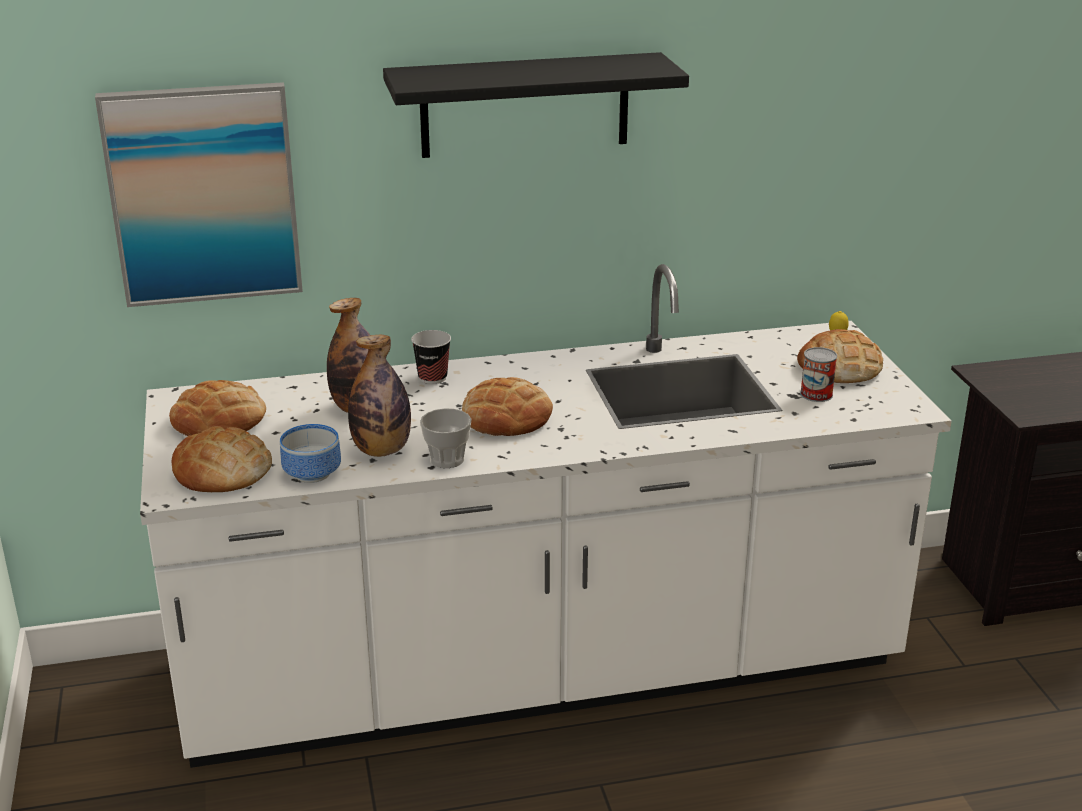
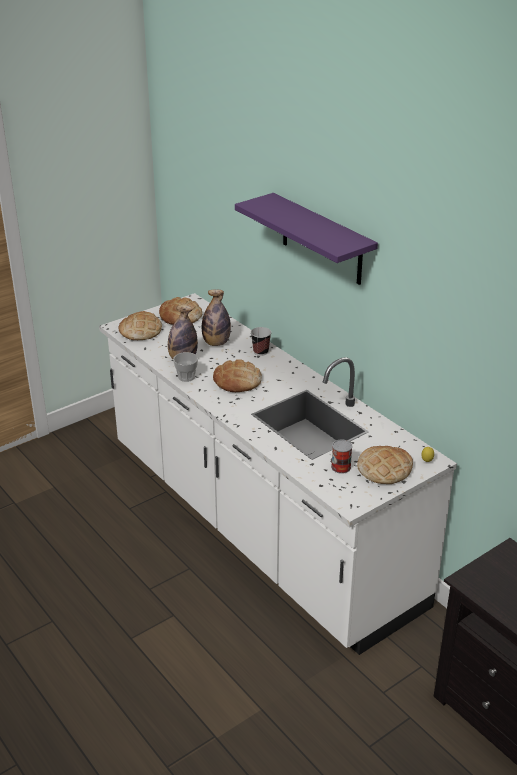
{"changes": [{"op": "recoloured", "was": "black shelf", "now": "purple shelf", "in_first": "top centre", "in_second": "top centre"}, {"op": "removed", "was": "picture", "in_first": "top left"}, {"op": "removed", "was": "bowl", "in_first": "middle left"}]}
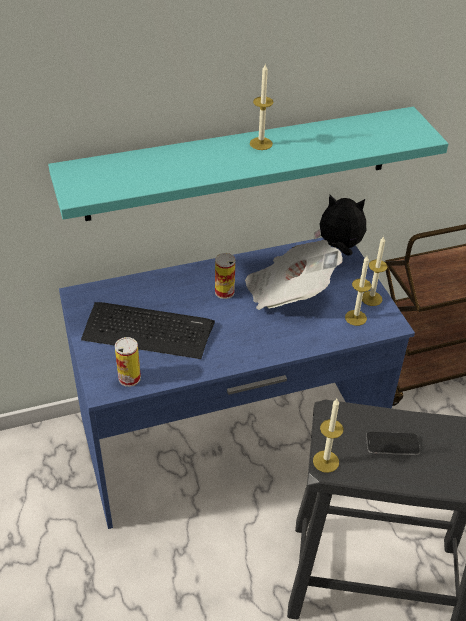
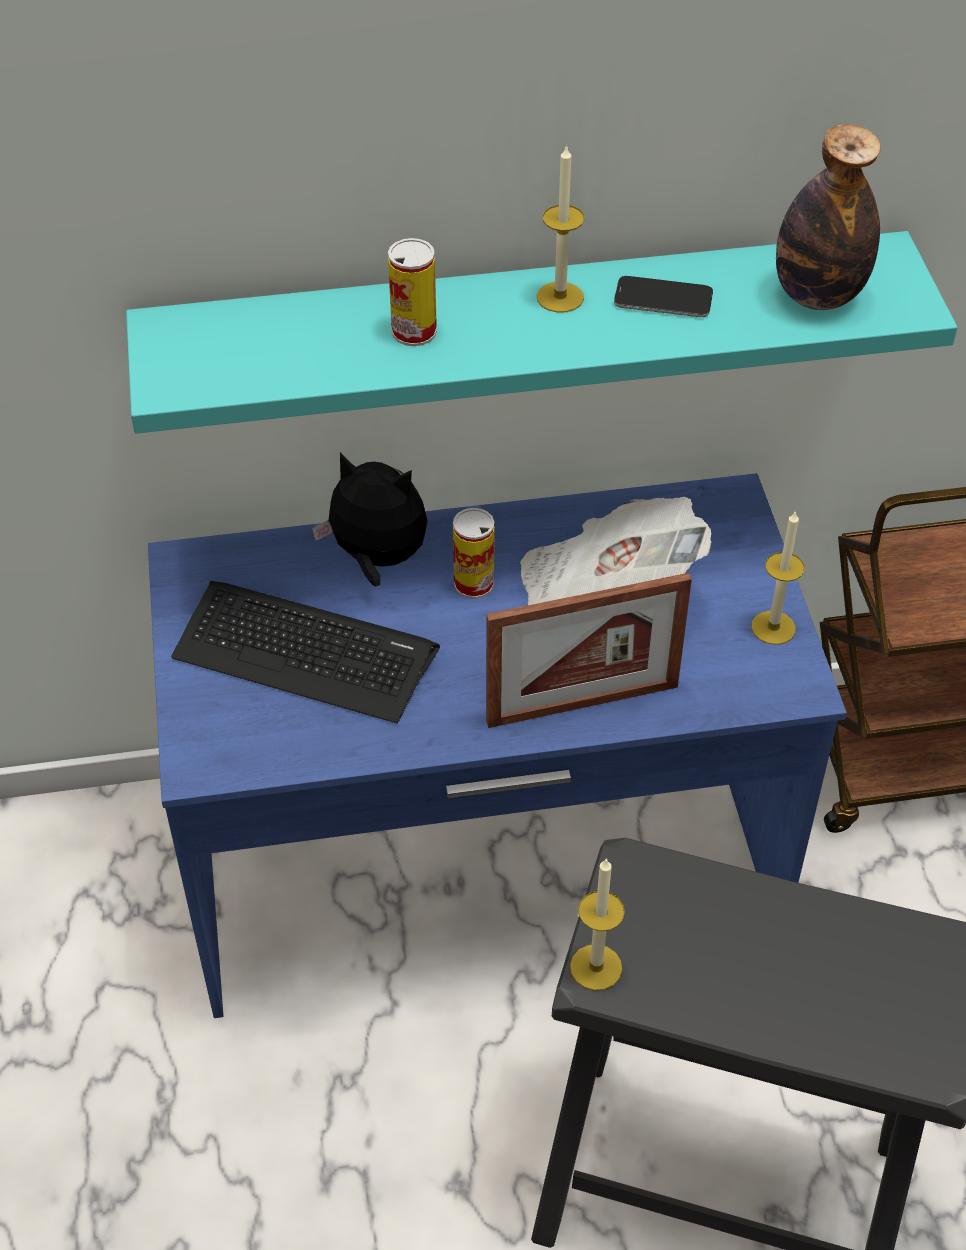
{"changes": [{"op": "moved", "was": "plush toy", "in_first": "middle right", "in_second": "centre"}, {"op": "moved", "was": "can (1st from left)", "in_first": "middle left", "in_second": "top centre"}, {"op": "added", "now": "picture frame", "in_second": "centre"}, {"op": "moved", "was": "phone", "in_first": "bottom right", "in_second": "top right"}, {"op": "added", "now": "bottle", "in_second": "top right"}, {"op": "removed", "was": "candle (3rd from left)", "in_first": "middle right"}]}
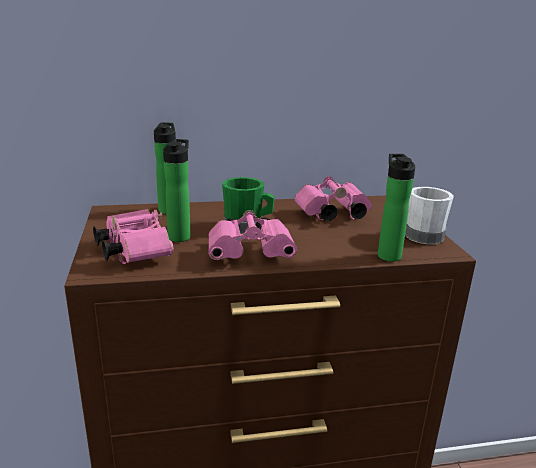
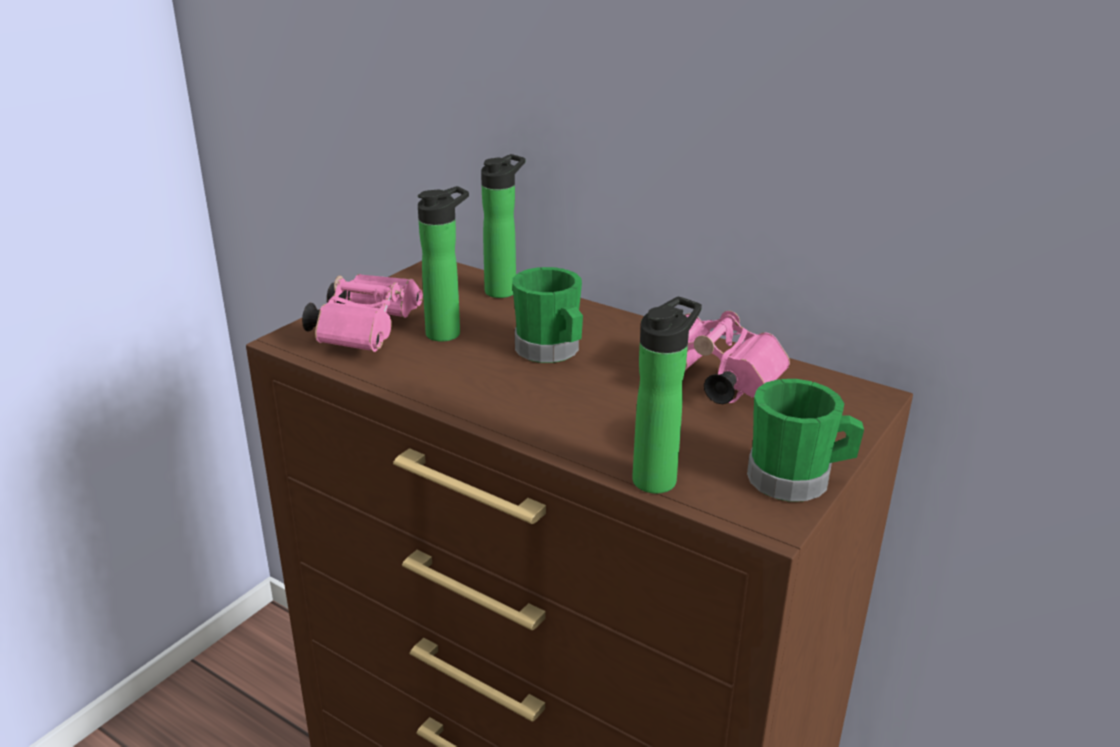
{"changes": [{"op": "recoloured", "was": "white mug", "now": "green mug (2nd from left)", "in_first": "middle right", "in_second": "middle right"}, {"op": "removed", "was": "pink binoculars (2nd from left)", "in_first": "centre"}]}
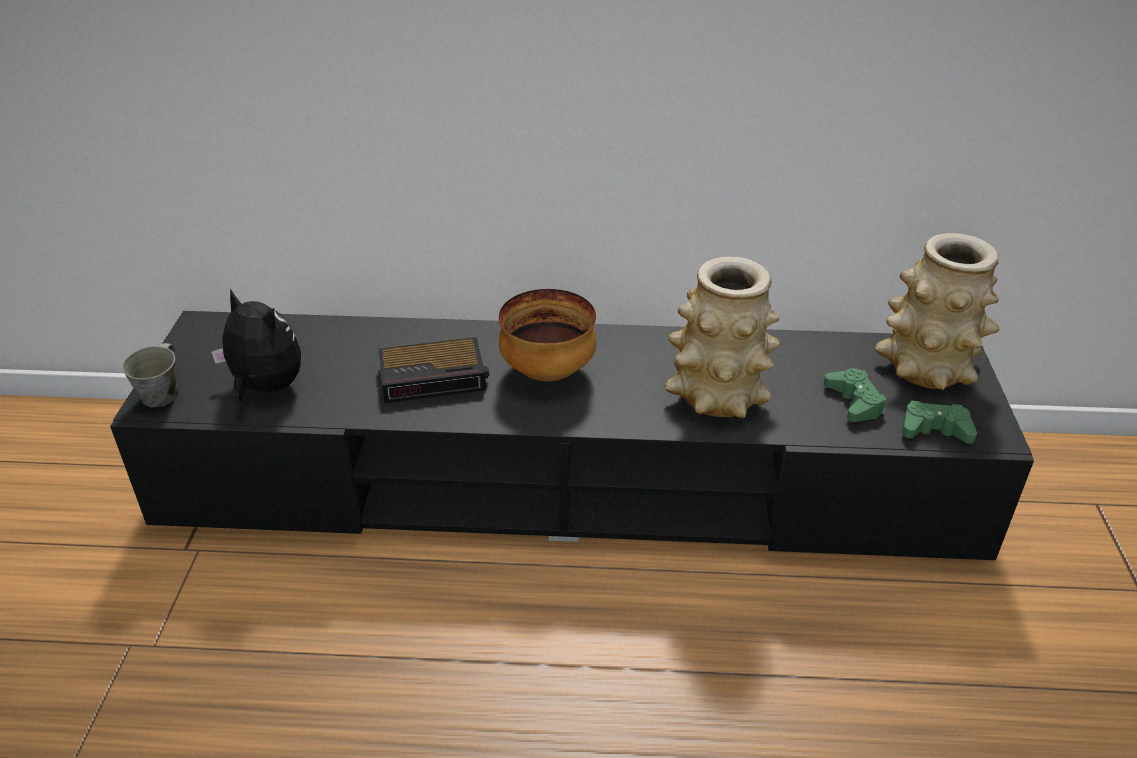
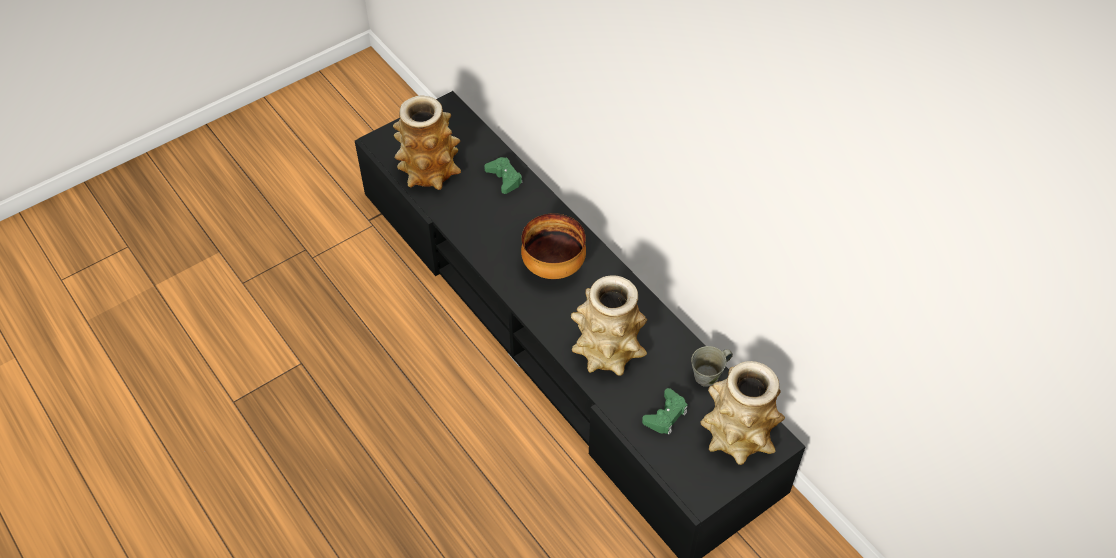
{"changes": [{"op": "replaced", "was": "plush toy", "now": "vase (1st from left)", "in_first": "middle left", "in_second": "top centre"}, {"op": "moved", "was": "green game controller (2nd from left in the first image)", "now": "green game controller (1st from left)", "in_first": "middle right", "in_second": "top centre"}, {"op": "moved", "was": "grey mug", "in_first": "middle left", "in_second": "centre"}, {"op": "removed", "was": "alarm clock", "in_first": "centre"}]}
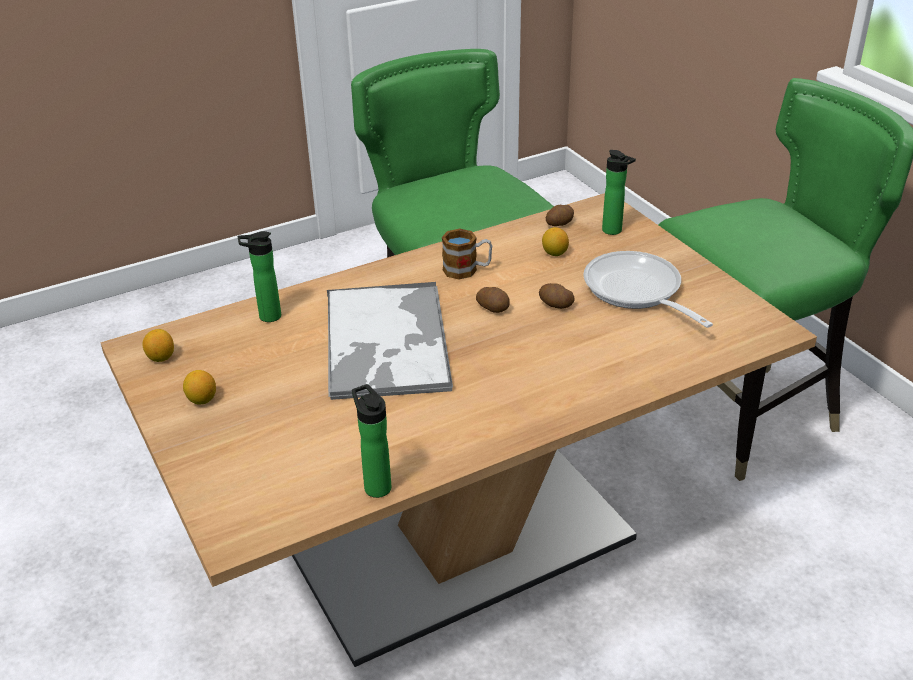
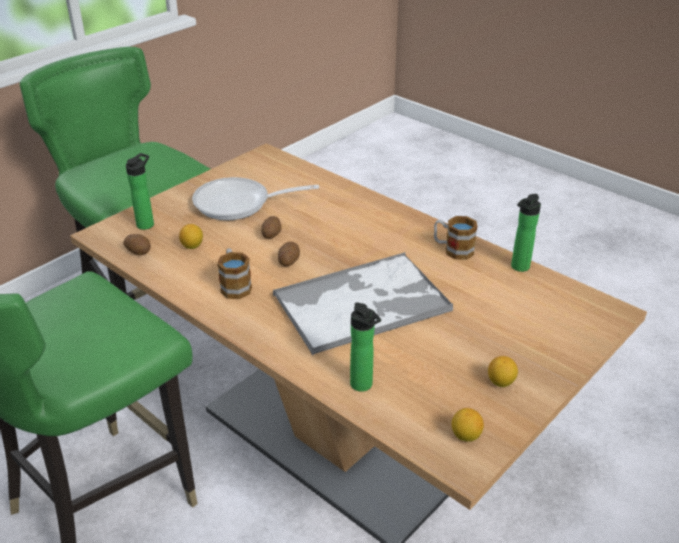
{"changes": [{"op": "turned", "was": "frying pan", "in_first": "middle right", "in_second": "centre", "clockwise": 45}, {"op": "added", "now": "mug (2nd from left)", "in_second": "middle right"}]}
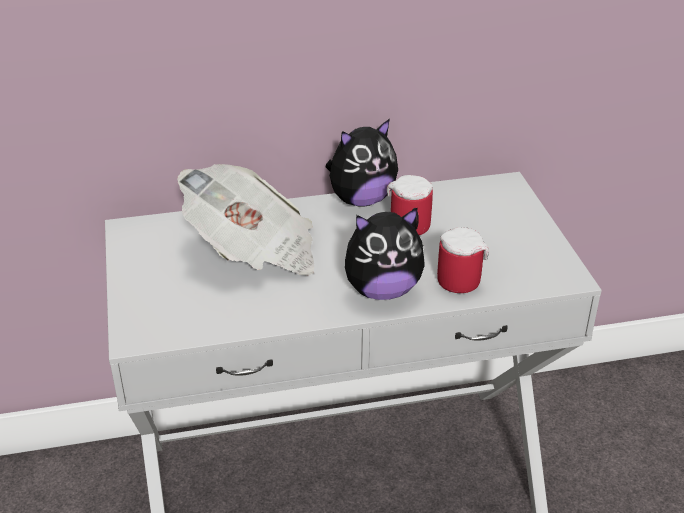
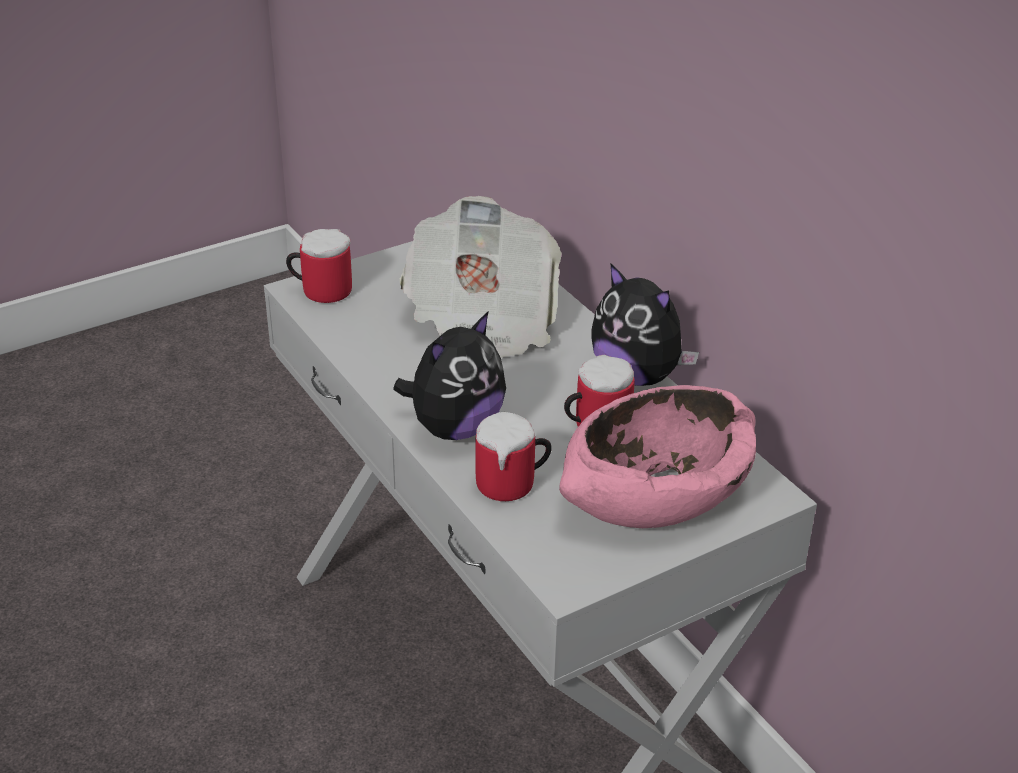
{"changes": [{"op": "added", "now": "mug (1st from left)", "in_second": "middle left"}, {"op": "turned", "was": "plush toy (2nd from left in the first image)", "in_first": "centre", "in_second": "centre", "clockwise": -105}, {"op": "added", "now": "pink bowl", "in_second": "centre"}]}
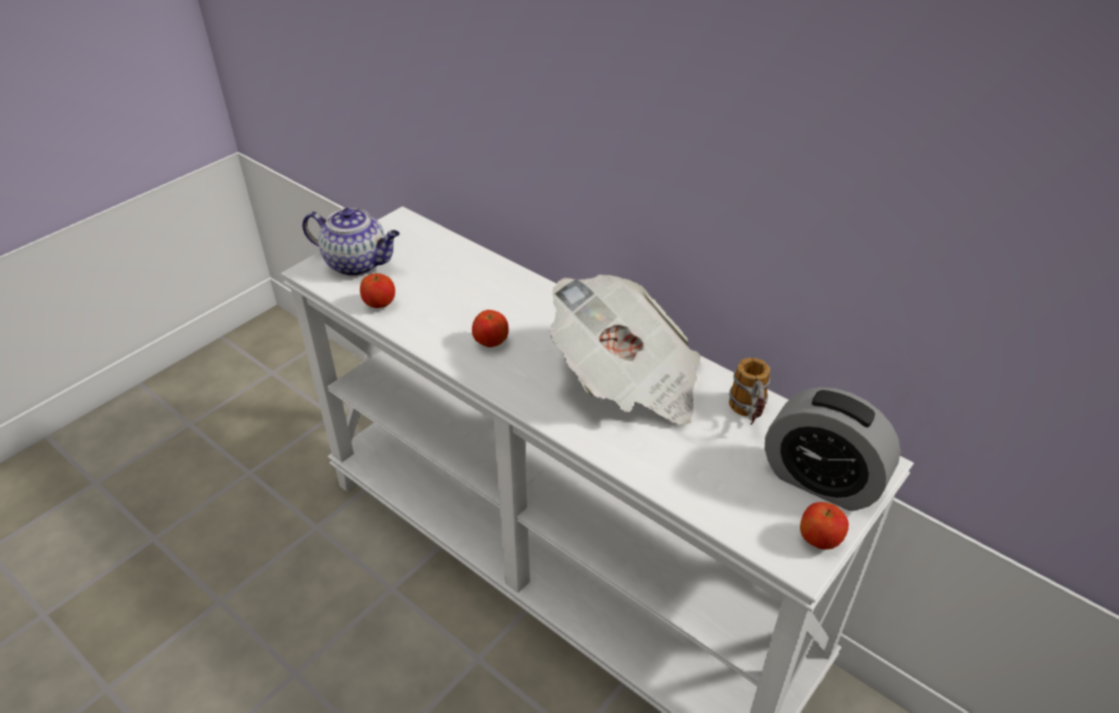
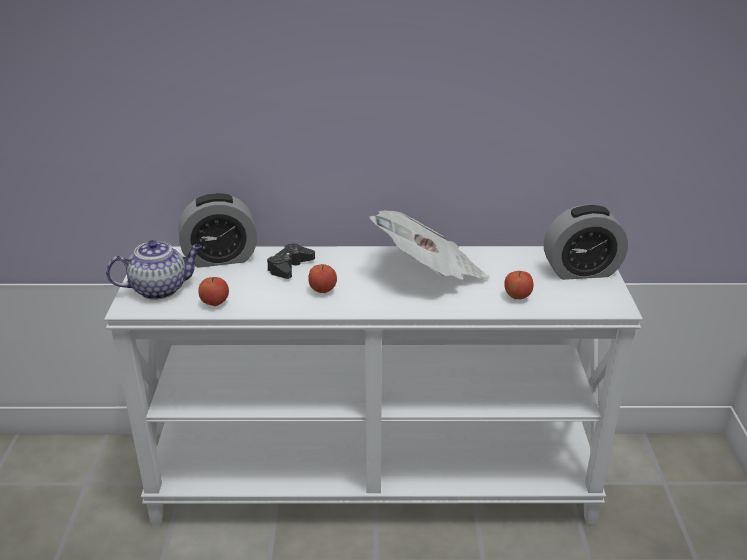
{"changes": [{"op": "added", "now": "alarm clock (1st from left)", "in_second": "middle left"}, {"op": "added", "now": "black game controller", "in_second": "centre"}, {"op": "moved", "was": "apple (3rd from left)", "in_first": "bottom right", "in_second": "middle right"}, {"op": "removed", "was": "mug", "in_first": "middle right"}]}
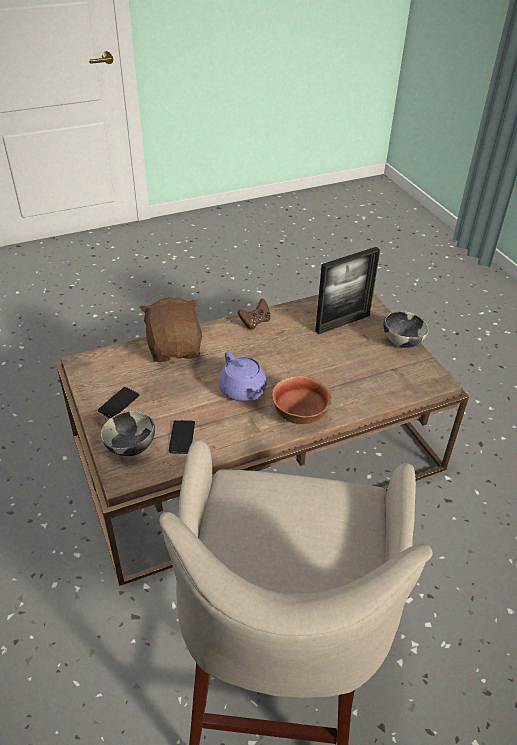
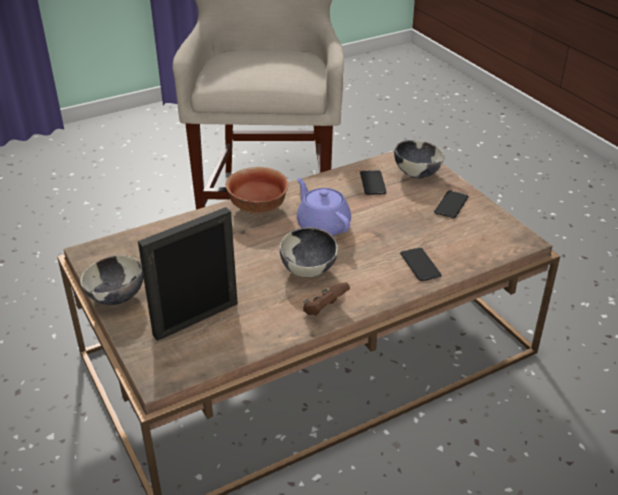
{"changes": [{"op": "added", "now": "bowl (3rd from left)", "in_second": "centre"}, {"op": "replaced", "was": "brown plush toy", "now": "phone (2nd from left)", "in_first": "middle left", "in_second": "middle right"}]}
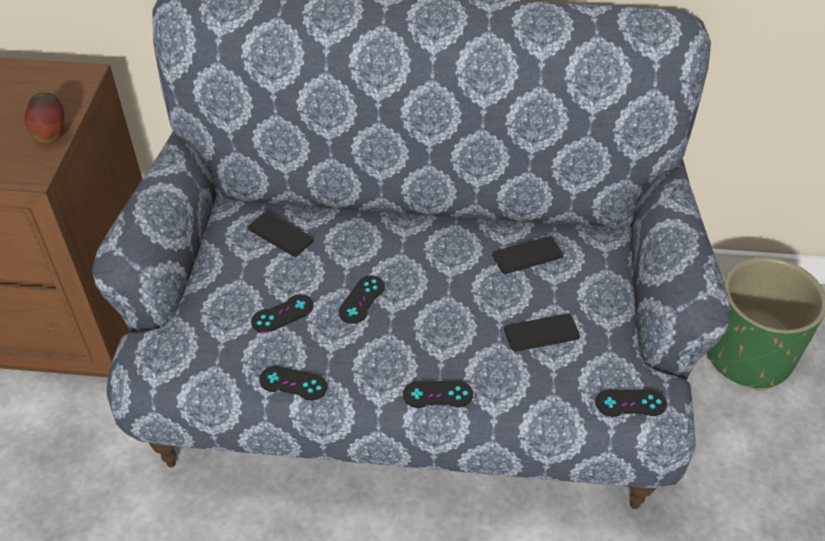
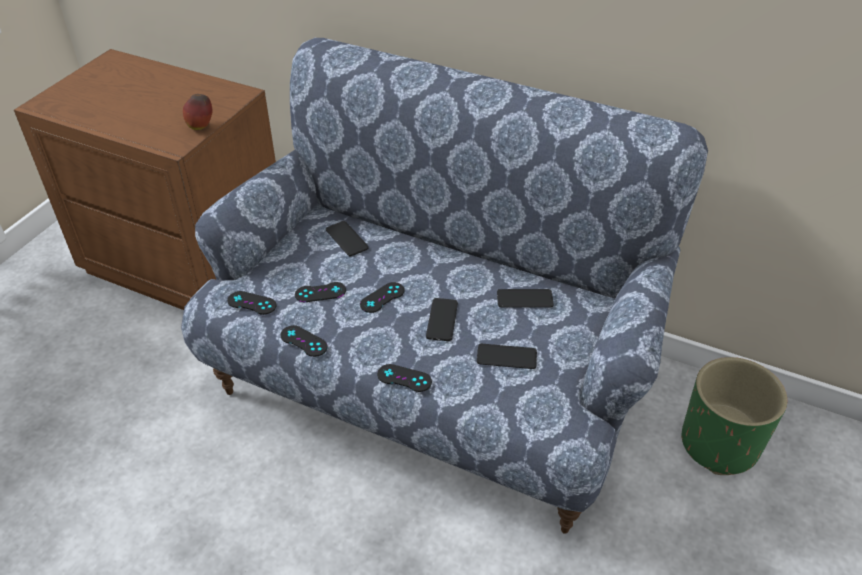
{"changes": [{"op": "moved", "was": "black game controller (5th from left in the first image)", "now": "black game controller (1st from left)", "in_first": "bottom right", "in_second": "middle left"}, {"op": "added", "now": "phone (2nd from left)", "in_second": "centre"}]}
